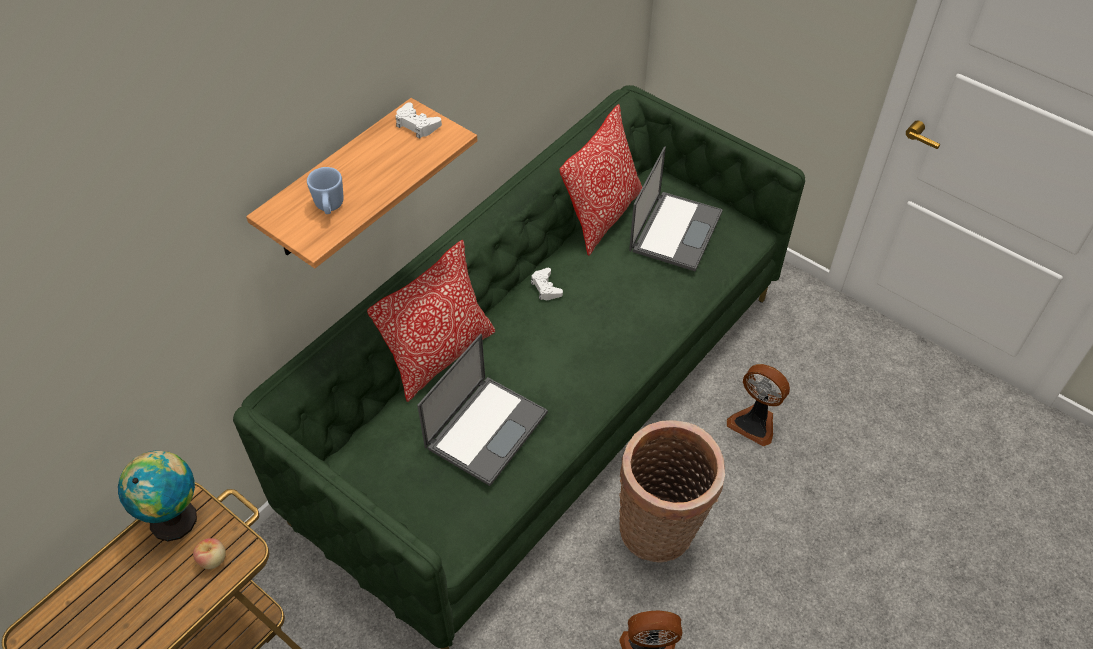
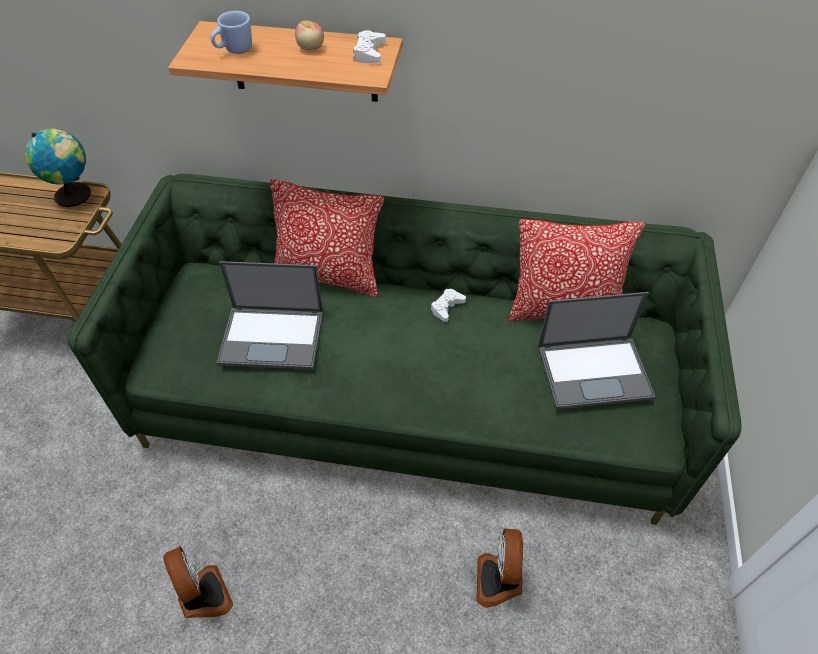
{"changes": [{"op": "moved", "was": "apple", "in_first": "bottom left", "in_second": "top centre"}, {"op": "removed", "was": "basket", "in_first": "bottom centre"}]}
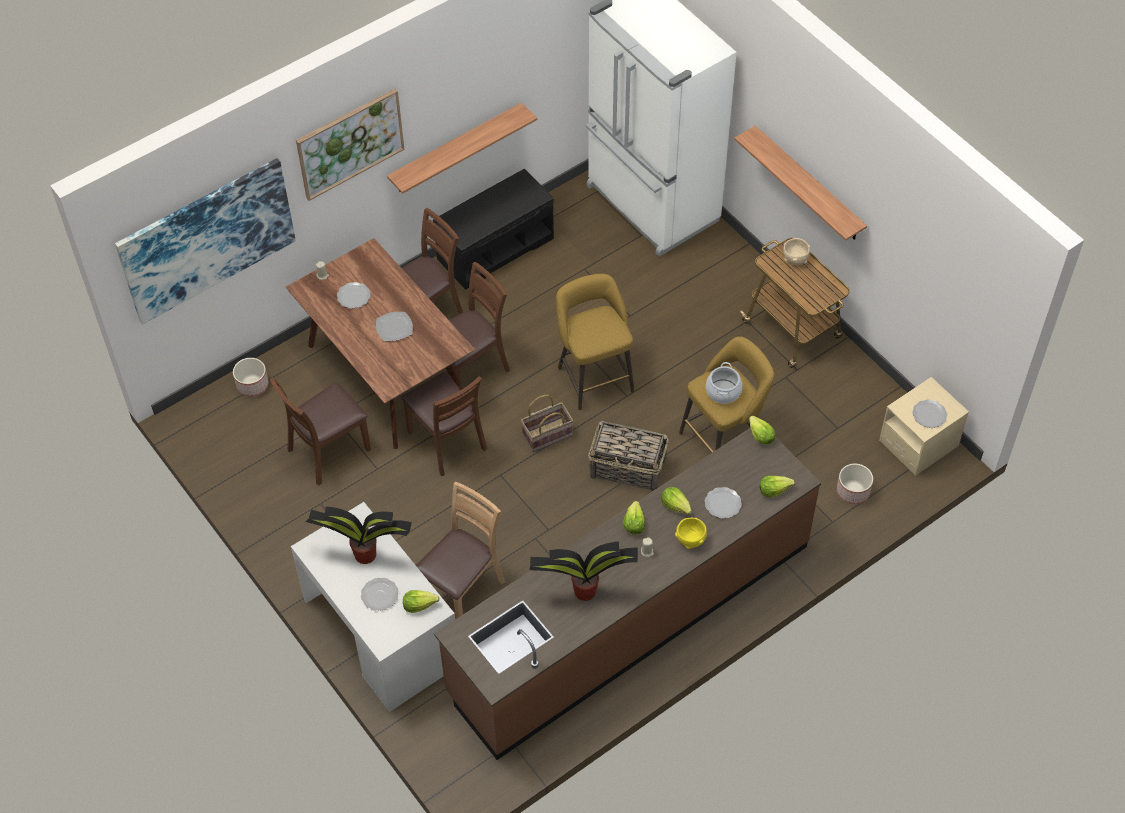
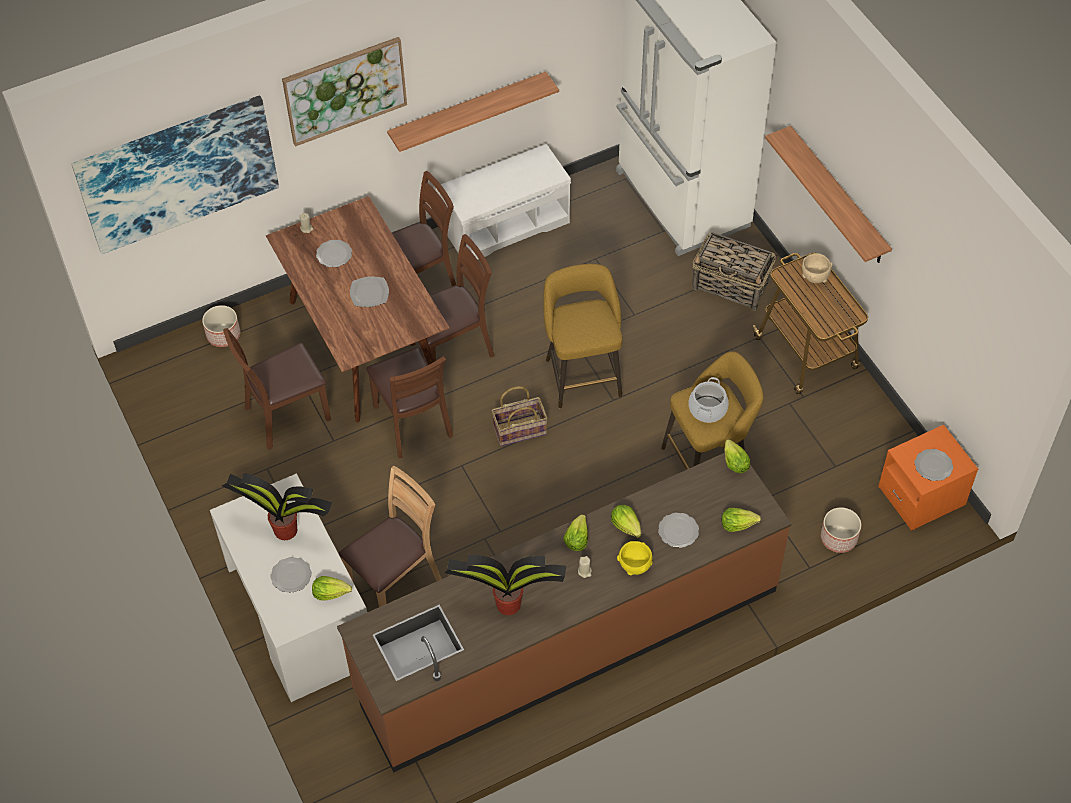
{"changes": [{"op": "recoloured", "was": "black bench", "now": "white bench", "in_first": "top centre", "in_second": "top centre"}, {"op": "moved", "was": "basket (2nd from left)", "in_first": "centre", "in_second": "middle right"}, {"op": "recoloured", "was": "beige nightstand", "now": "orange nightstand", "in_first": "middle right", "in_second": "middle right"}]}
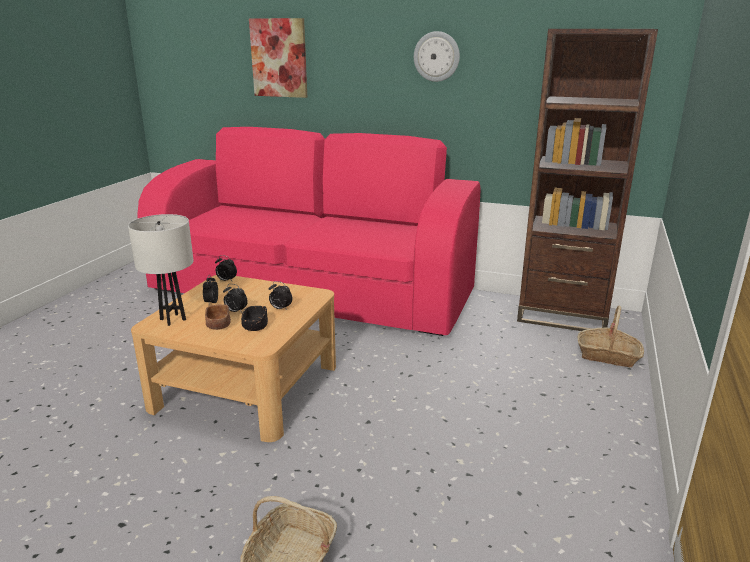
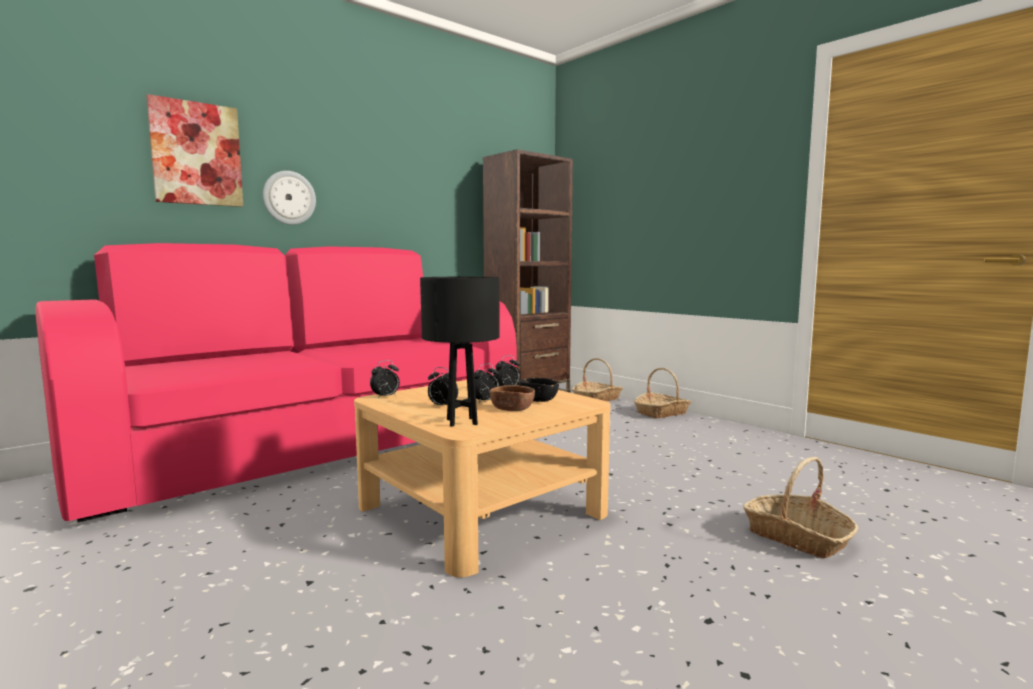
{"changes": [{"op": "moved", "was": "wall clock", "in_first": "top centre", "in_second": "top left"}, {"op": "recoloured", "was": "white table lamp", "now": "black table lamp", "in_first": "middle left", "in_second": "centre"}, {"op": "added", "now": "basket (2nd from left)", "in_second": "centre"}]}
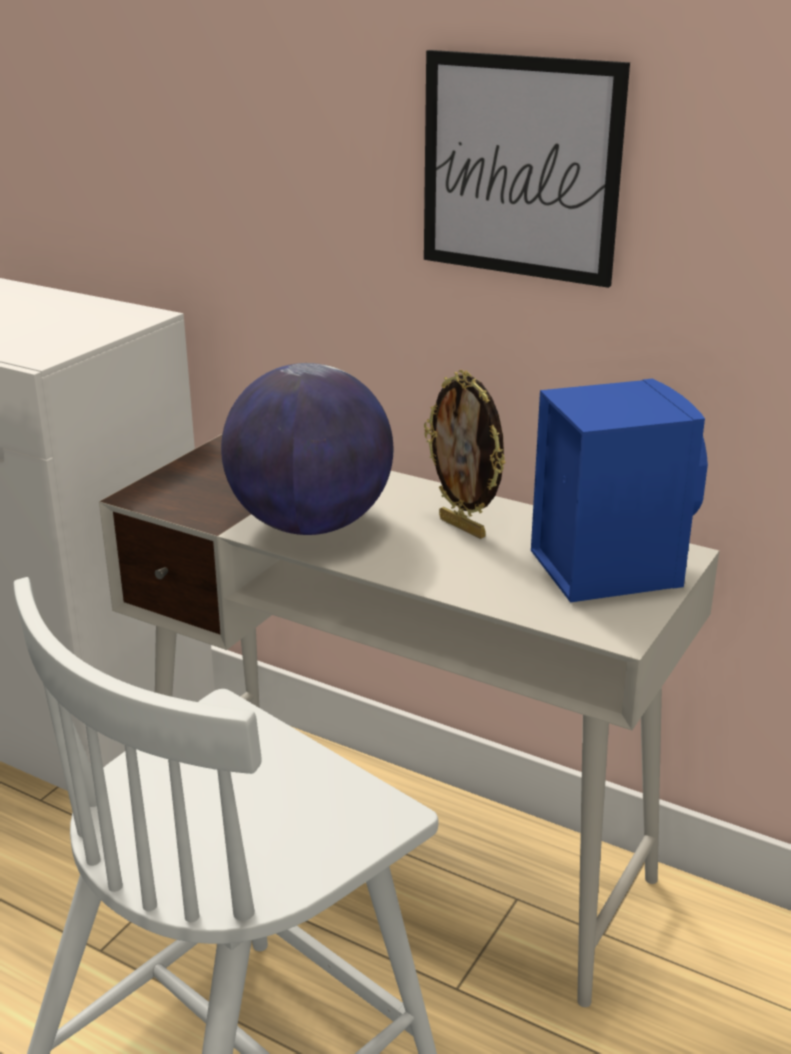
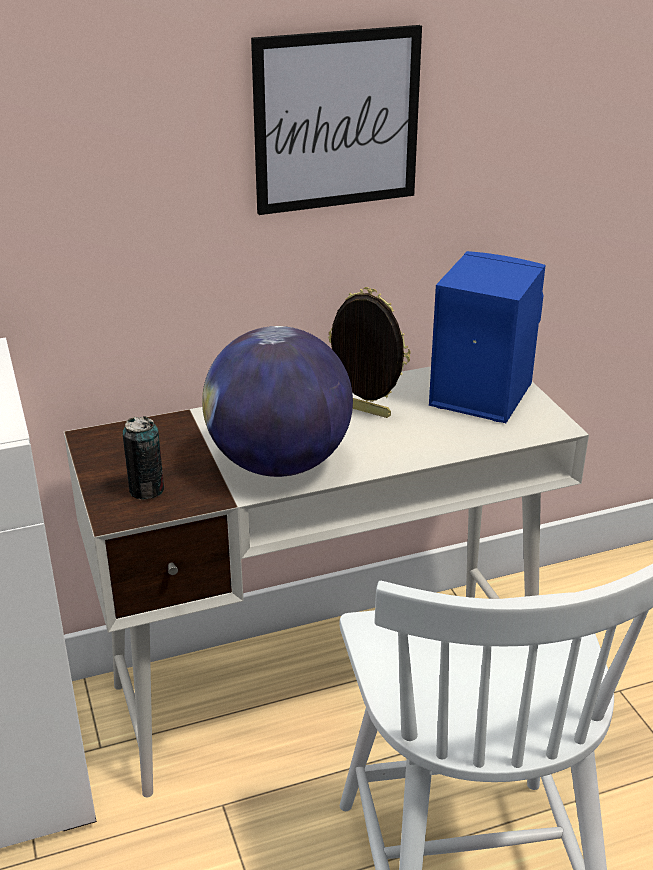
{"changes": [{"op": "added", "now": "can", "in_second": "middle left"}, {"op": "turned", "was": "picture frame", "in_first": "centre", "in_second": "centre", "clockwise": -150}]}
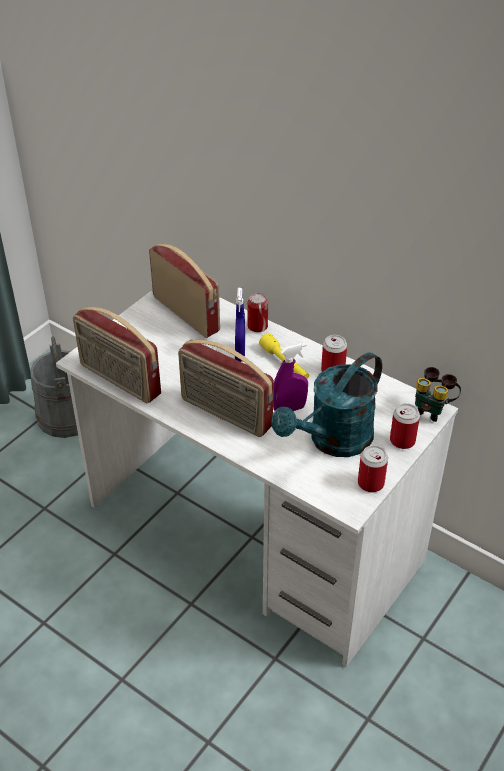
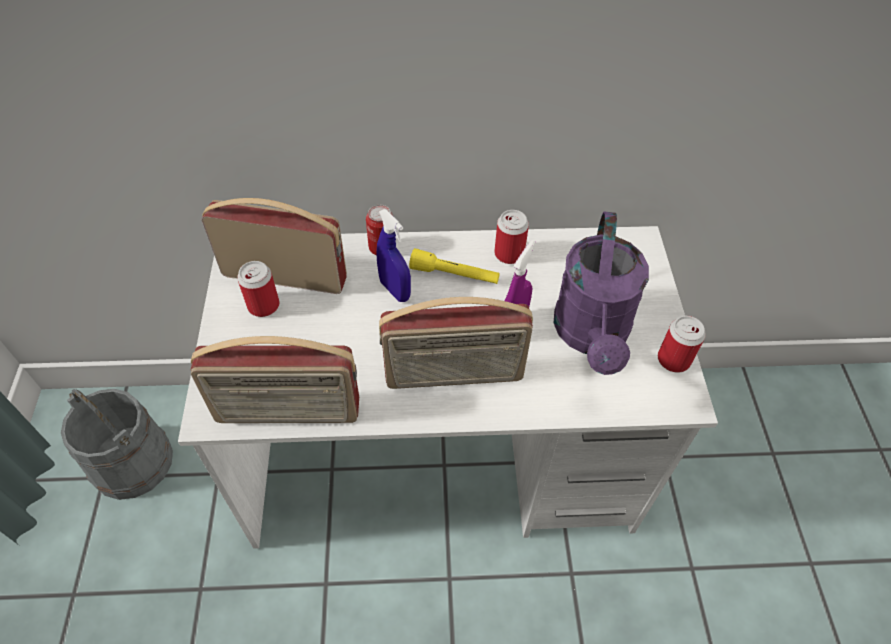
{"changes": [{"op": "moved", "was": "can (4th from left in the first image)", "now": "can (1st from left)", "in_first": "middle right", "in_second": "middle left"}, {"op": "recoloured", "was": "turquoise watering can", "now": "purple watering can", "in_first": "centre", "in_second": "middle right"}, {"op": "removed", "was": "binoculars", "in_first": "middle right"}]}
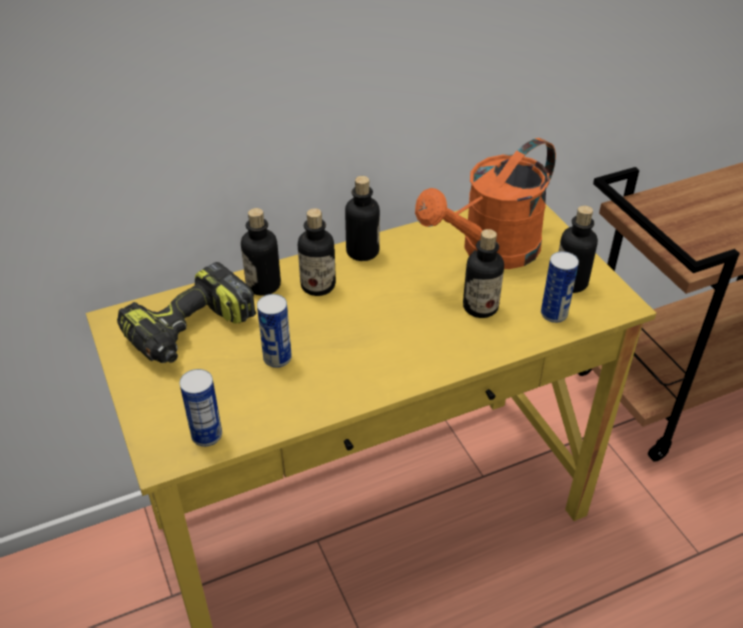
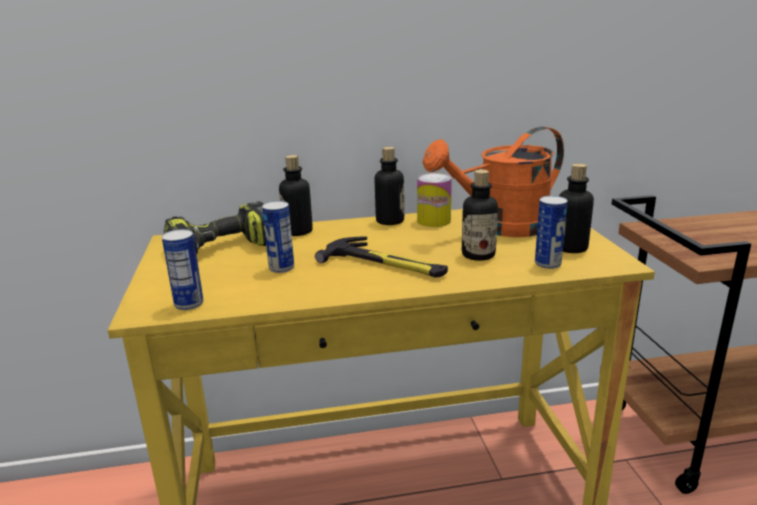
{"changes": [{"op": "added", "now": "hammer", "in_second": "centre"}, {"op": "added", "now": "can (3rd from left)", "in_second": "centre"}, {"op": "removed", "was": "bottle (2nd from left)", "in_first": "centre"}]}
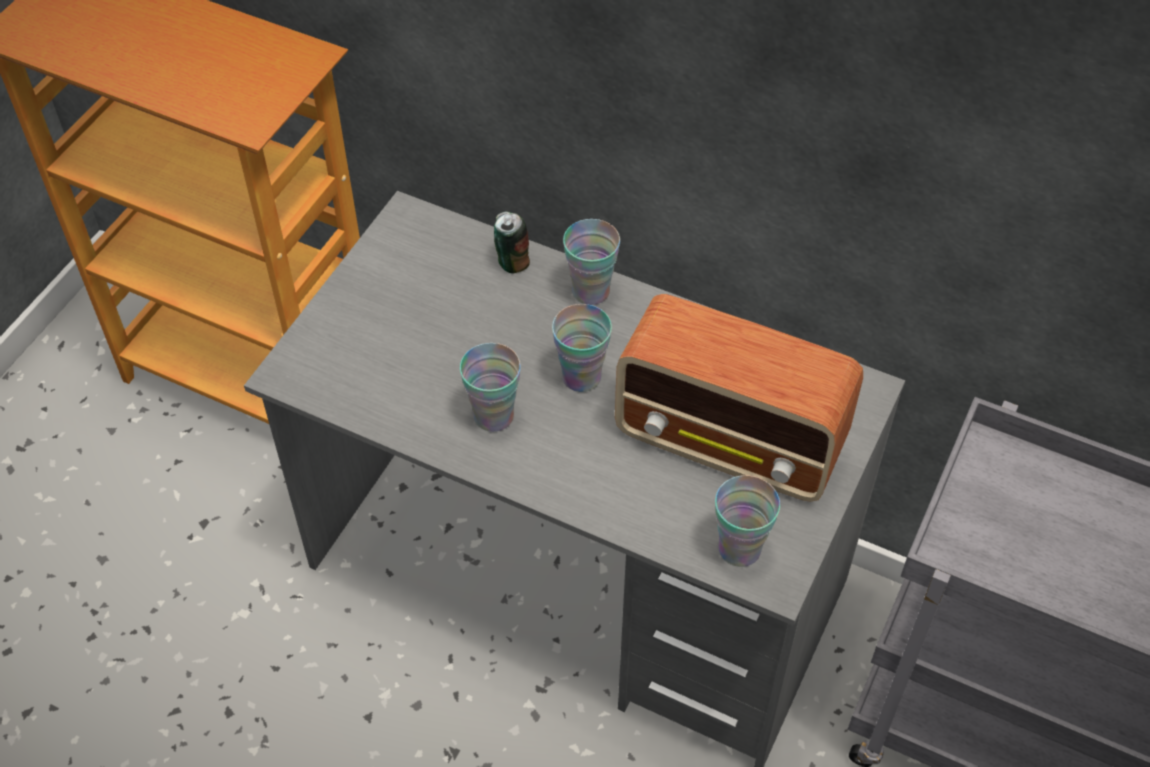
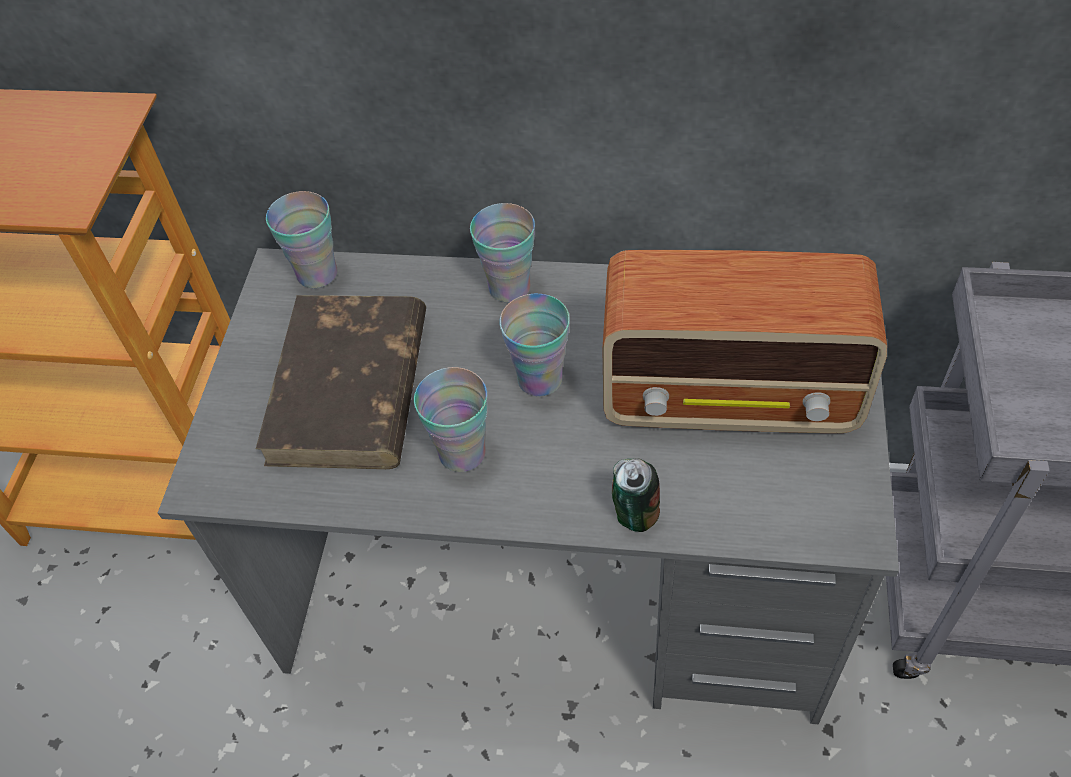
{"changes": [{"op": "added", "now": "brown book", "in_second": "middle left"}, {"op": "moved", "was": "cup (4th from left in the first image)", "now": "cup (1st from left)", "in_first": "bottom centre", "in_second": "top left"}, {"op": "moved", "was": "can", "in_first": "top centre", "in_second": "centre"}]}
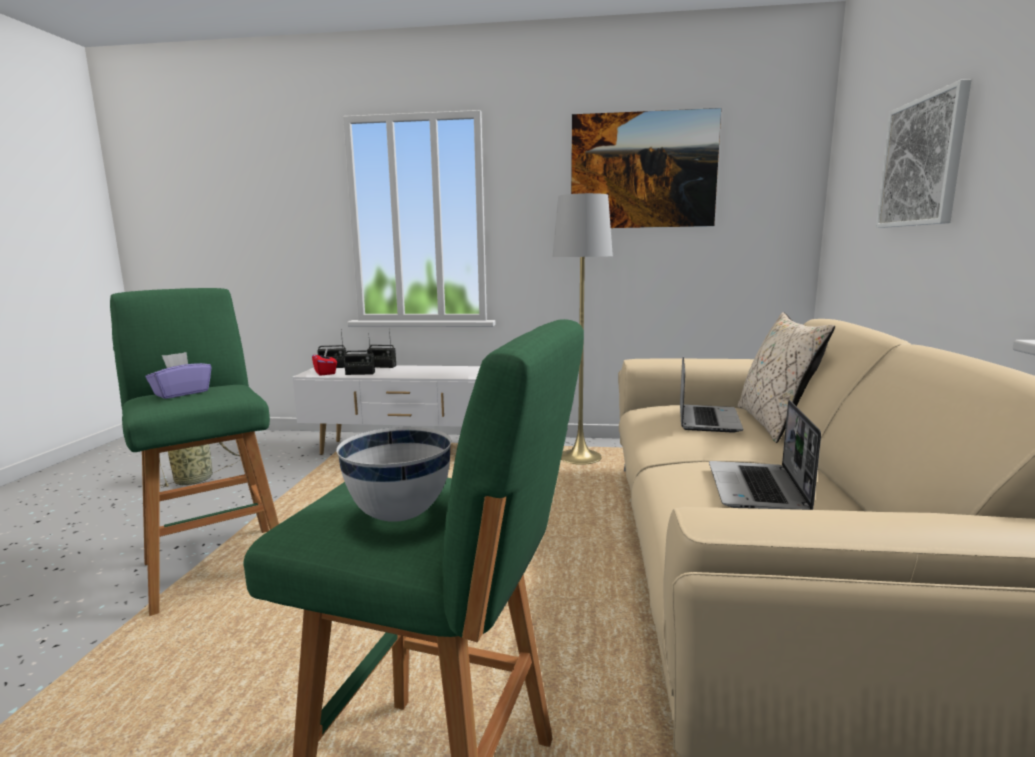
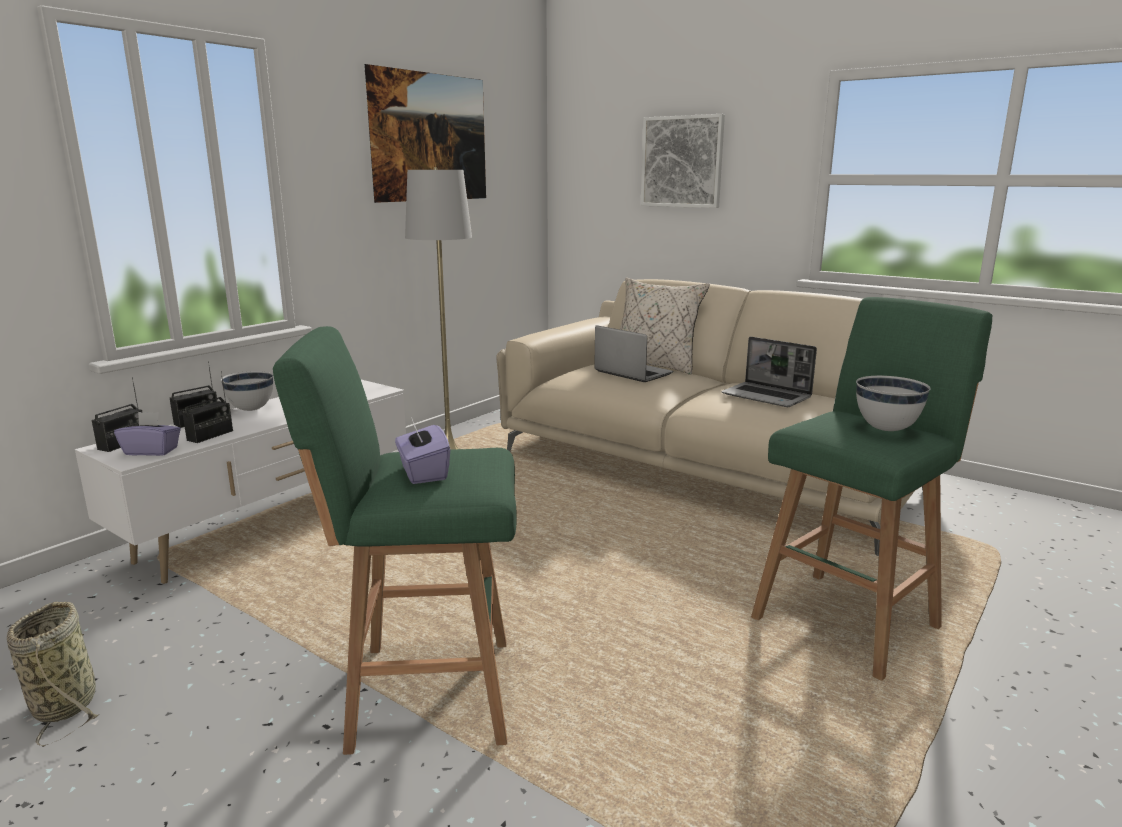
{"changes": [{"op": "recoloured", "was": "red tissue box", "now": "purple tissue box (1st from left)", "in_first": "middle left", "in_second": "middle left"}, {"op": "added", "now": "white bowl (1st from left)", "in_second": "middle left"}]}
